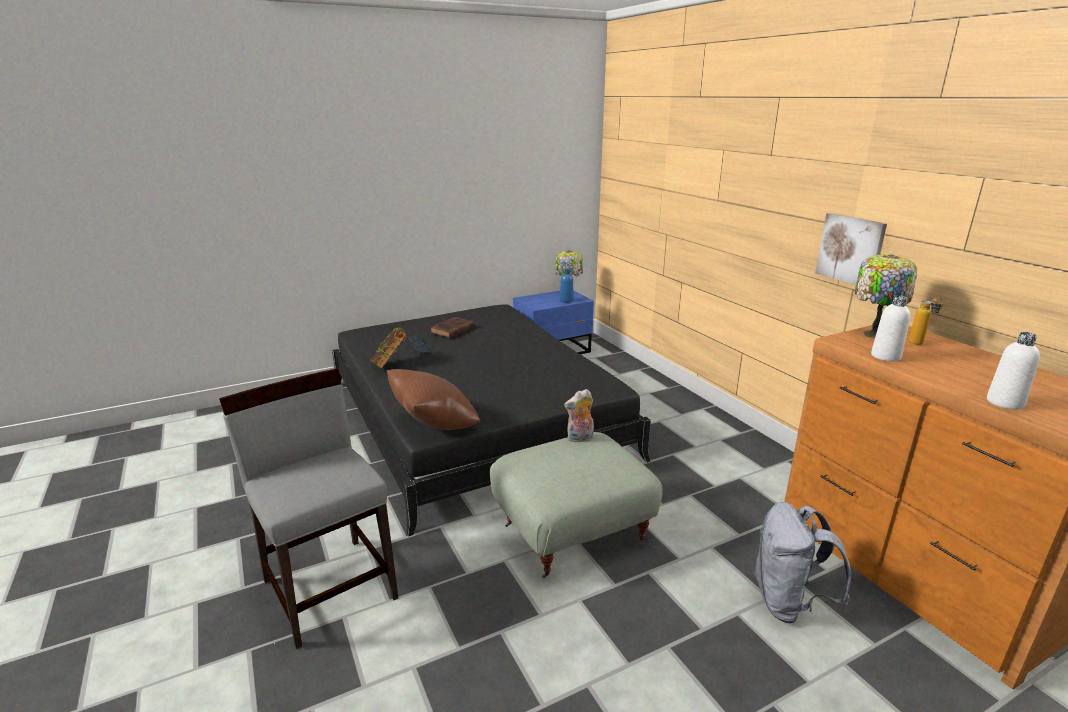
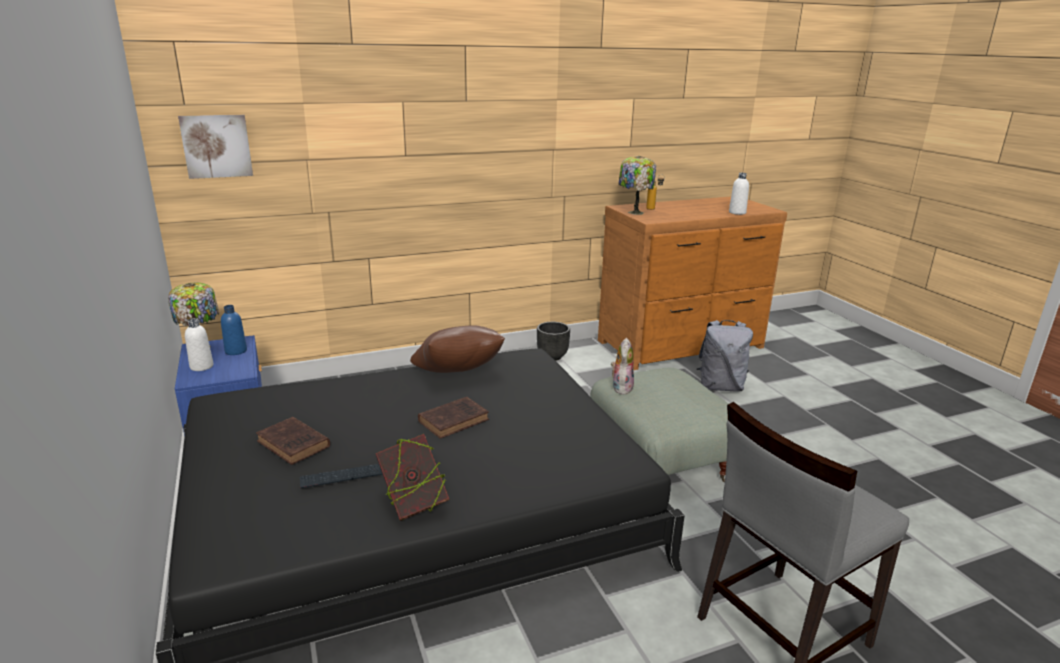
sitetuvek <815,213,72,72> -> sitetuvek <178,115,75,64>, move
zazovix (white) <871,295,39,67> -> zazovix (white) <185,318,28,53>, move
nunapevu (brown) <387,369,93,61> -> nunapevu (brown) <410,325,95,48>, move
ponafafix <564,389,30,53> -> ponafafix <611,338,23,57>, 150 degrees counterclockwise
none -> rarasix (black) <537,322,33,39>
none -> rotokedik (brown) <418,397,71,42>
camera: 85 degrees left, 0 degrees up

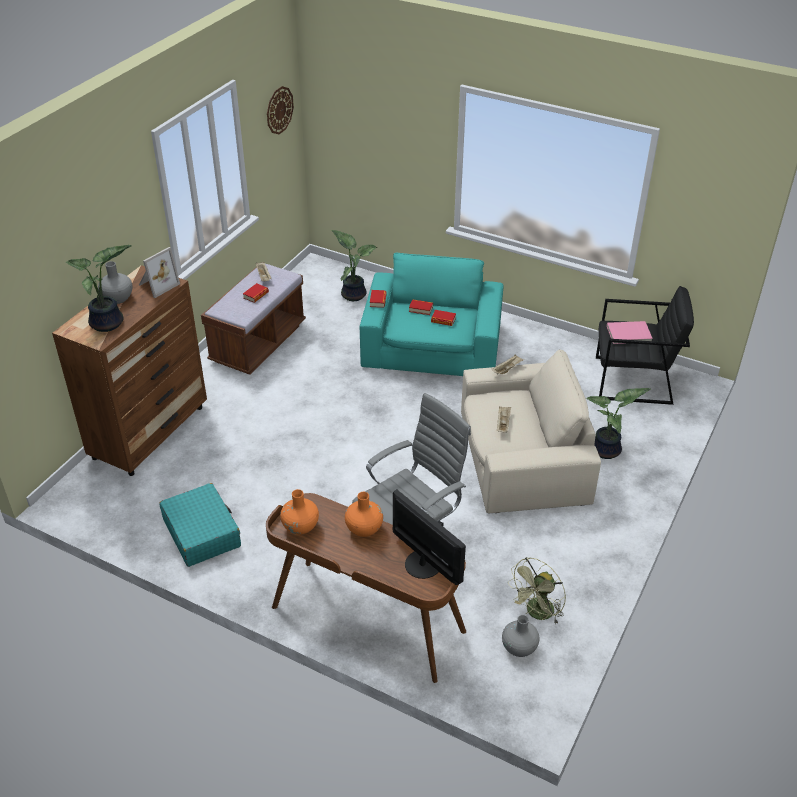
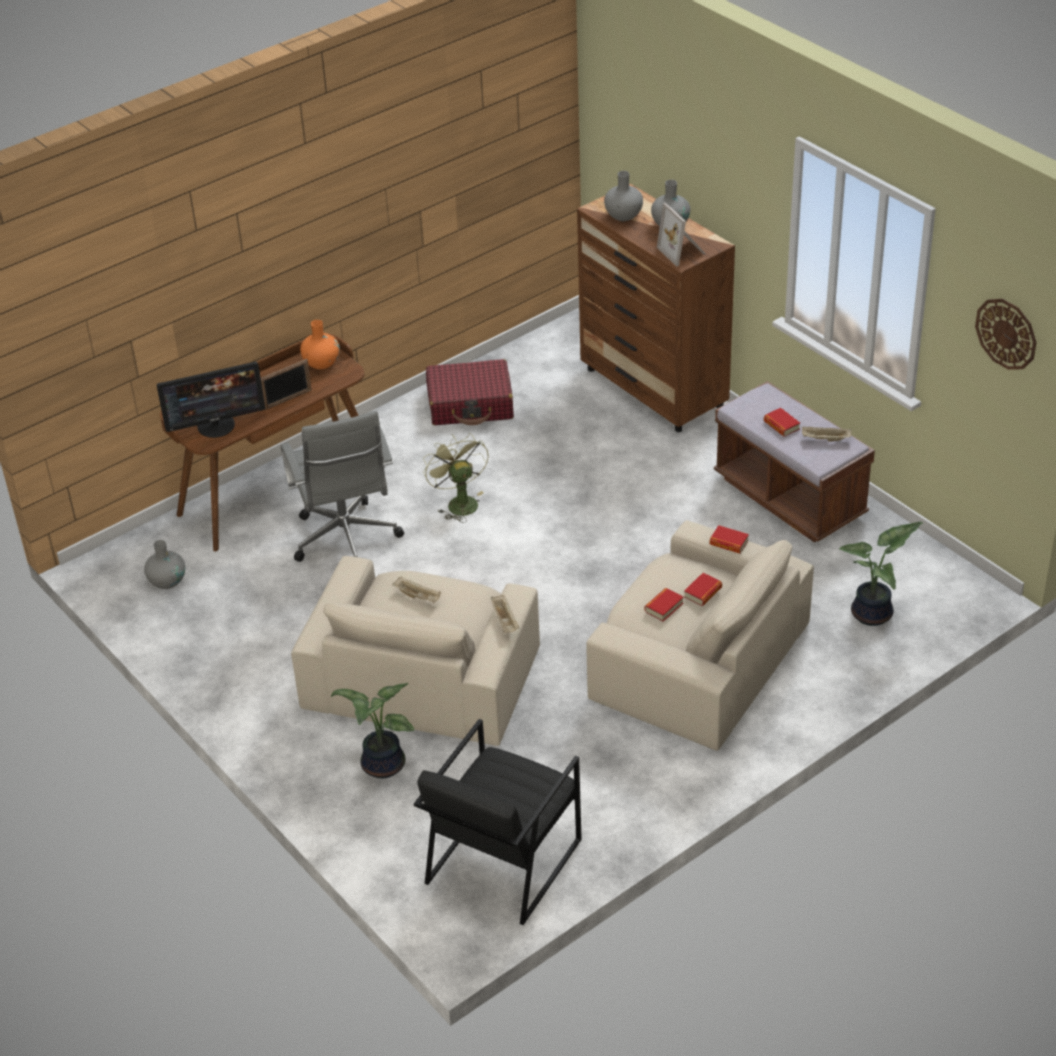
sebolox <66,245,66,87> -> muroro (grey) <604,171,39,50>
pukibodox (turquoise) <360,253,144,123> -> pukibodox (beige) <586,520,228,231>
rotokedik (pink) <607,321,46,23> -> none
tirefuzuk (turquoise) <159,483,82,84> -> tirefuzuk (red) <426,359,88,66>
muroro (orange) <345,492,38,45> -> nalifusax <261,359,51,51>
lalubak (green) <508,557,58,67> -> lalubak (green) <423,433,66,90>, move
camera: 115 degrees right, 0 degrees up

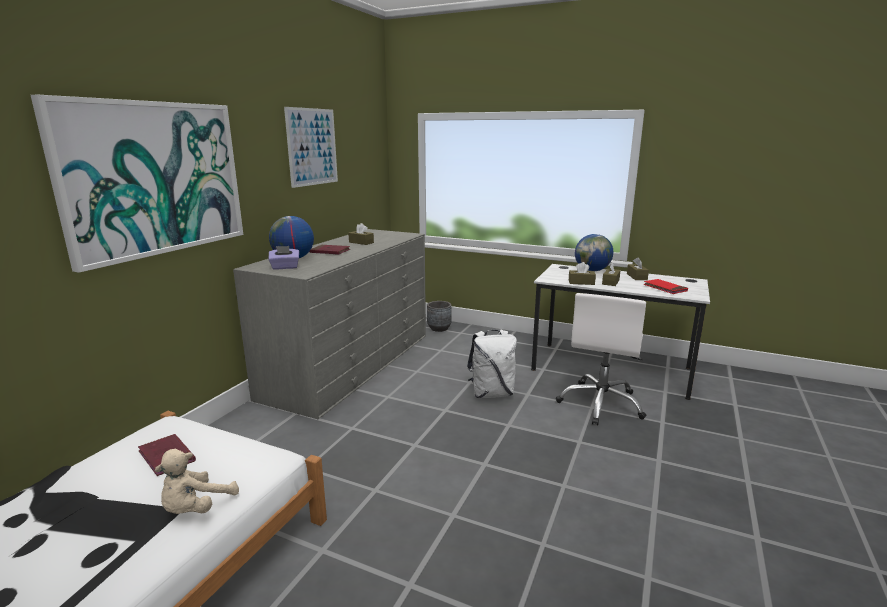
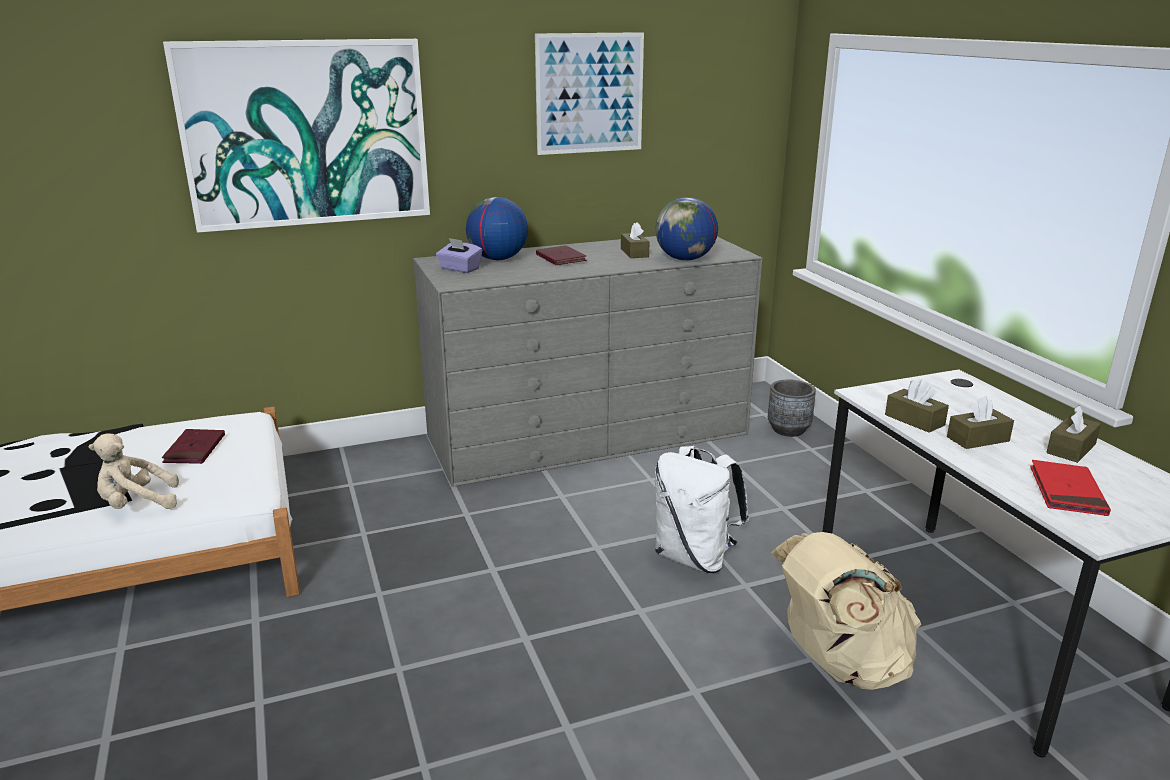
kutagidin <575,234,38,37> -> kutagidin <656,197,62,64>, move
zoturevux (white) <556,293,90,132> -> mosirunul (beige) <771,532,150,158>
camera: 45 degrees right, 5 degrees up

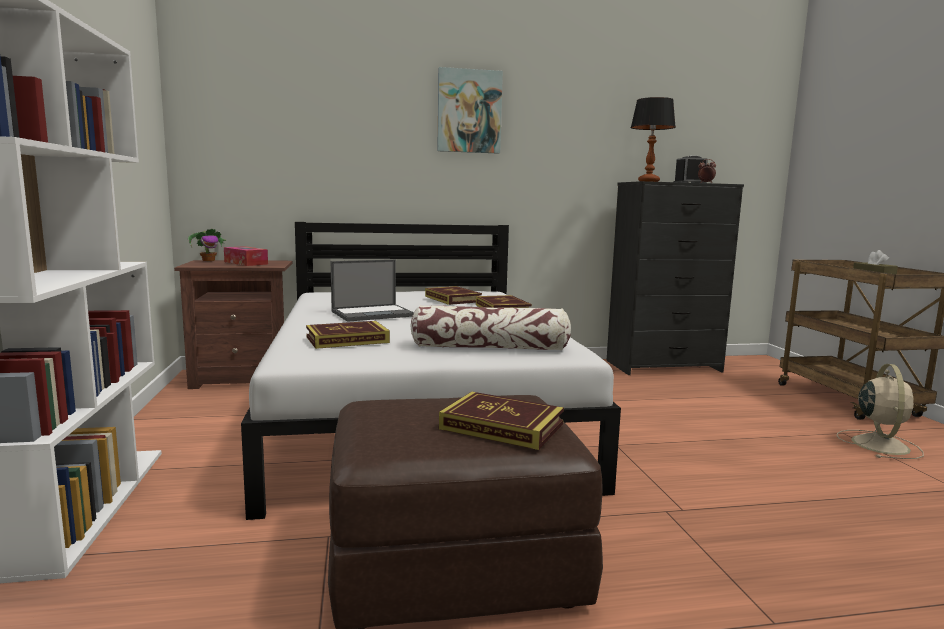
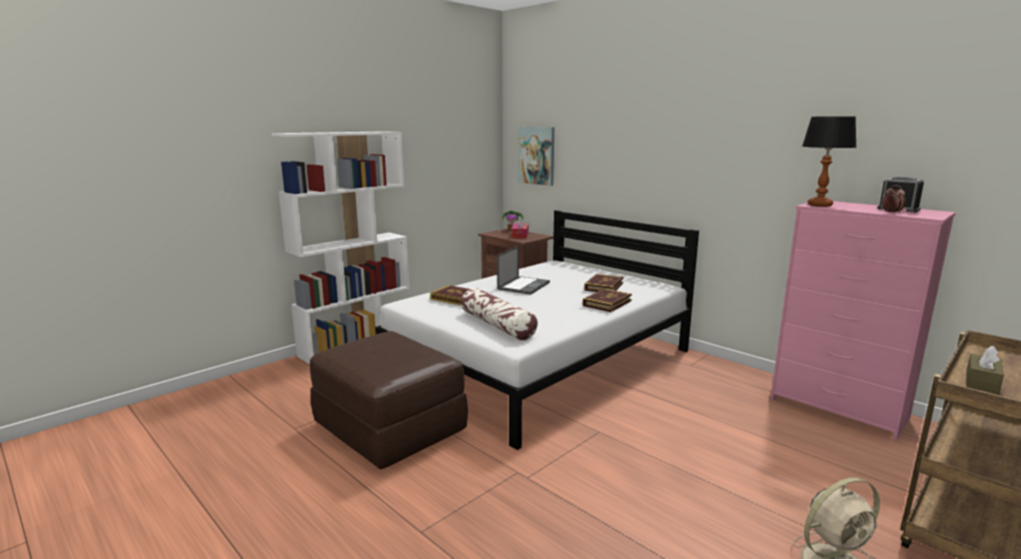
sitetuvek <437,67,66,87> -> sitetuvek <518,127,36,59>, move
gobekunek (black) <606,181,138,194> -> gobekunek (pink) <770,201,186,240>
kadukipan <331,259,83,63> -> kadukipan <497,246,53,49>, 90 degrees counterclockwise
rotokedik <439,392,125,58> -> none
camera: 55 degrees right, 5 degrees up

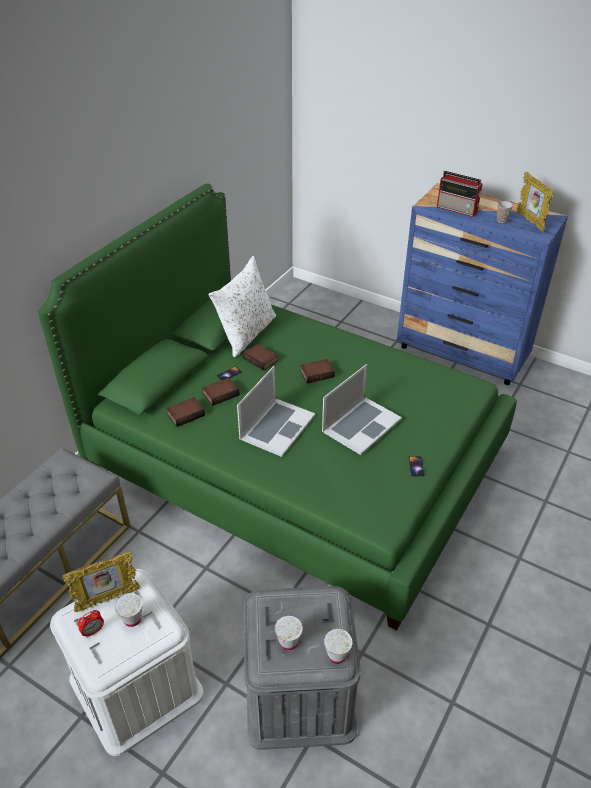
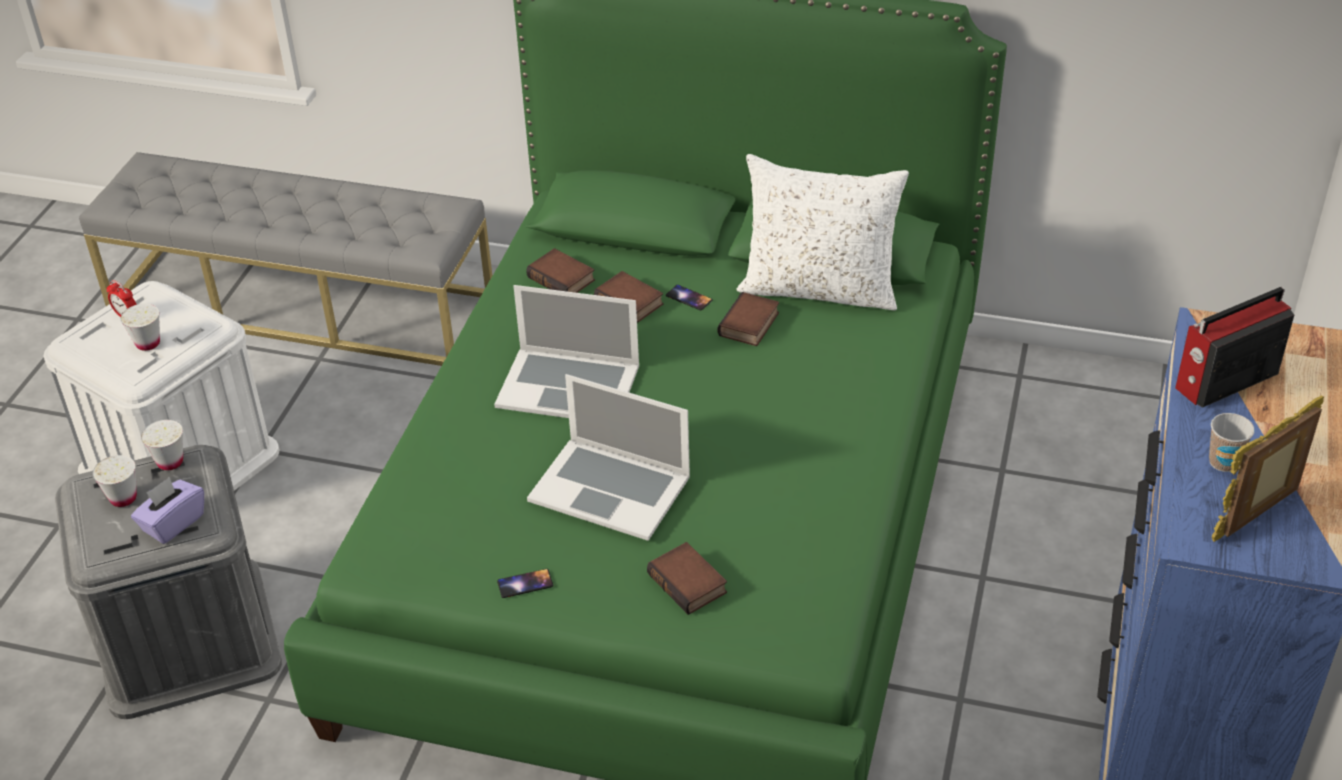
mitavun <437,171,46,46> -> mitavun <1175,287,119,120>, 45 degrees clockwise
rotokedik <300,359,35,25> -> rotokedik <647,542,80,73>, move
nalifusax <62,552,78,60> -> none
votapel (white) <324,629,28,35> -> votapel (white) <141,420,42,50>, move
none -> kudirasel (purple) <131,477,73,67>
camera: 75 degrees right, 0 degrees up

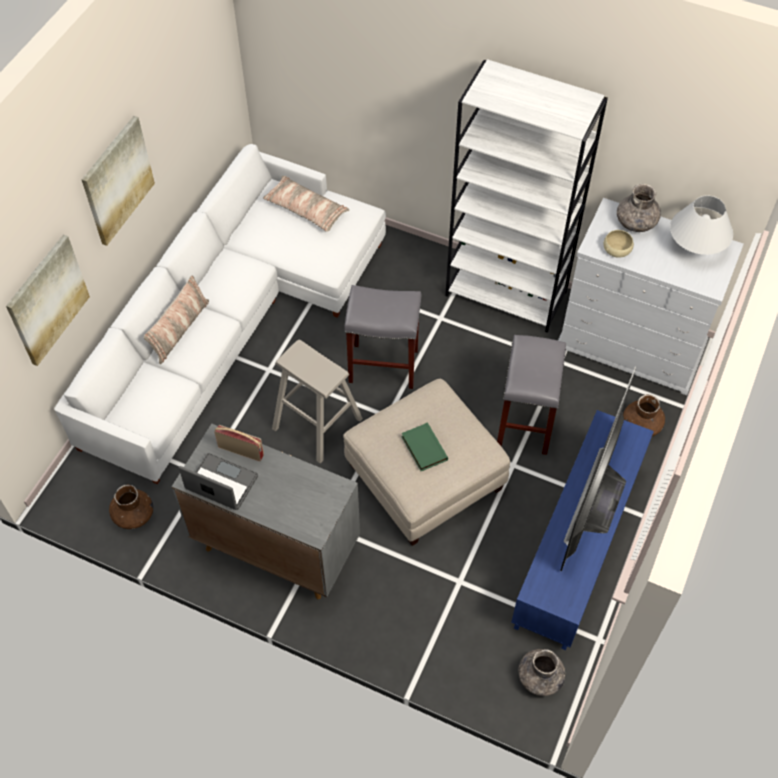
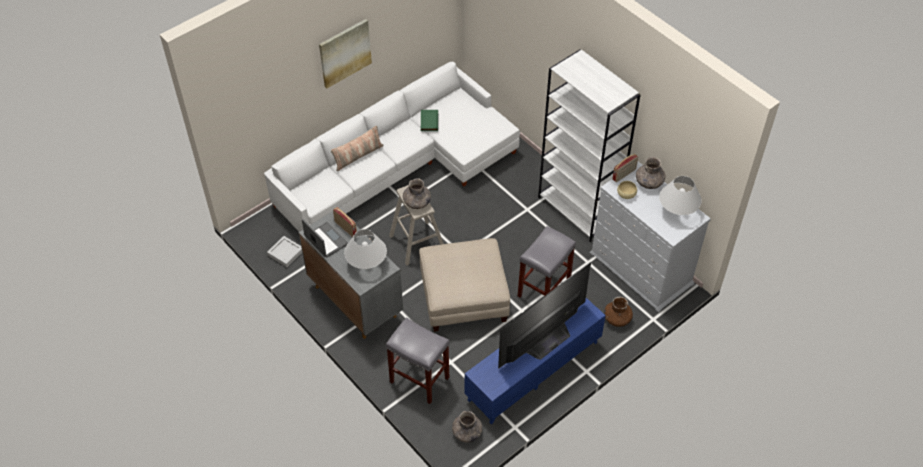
nunapevu <263,176,86,56> -> none
sitetuvek <6,235,84,131> -> none
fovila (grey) <344,285,77,104> -> fovila (grey) <386,317,64,87>, move
rotokedik (green) <401,422,47,49> -> rotokedik (green) <421,110,17,21>, move
muroro (brown) <109,485,45,44> -> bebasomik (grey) <267,236,35,31>
none -> mitavun <612,154,26,28>
none -> muroro (grey) <403,178,28,31>
none -> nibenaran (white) <344,229,43,40>
camera: 25 degrees right, 5 degrees down

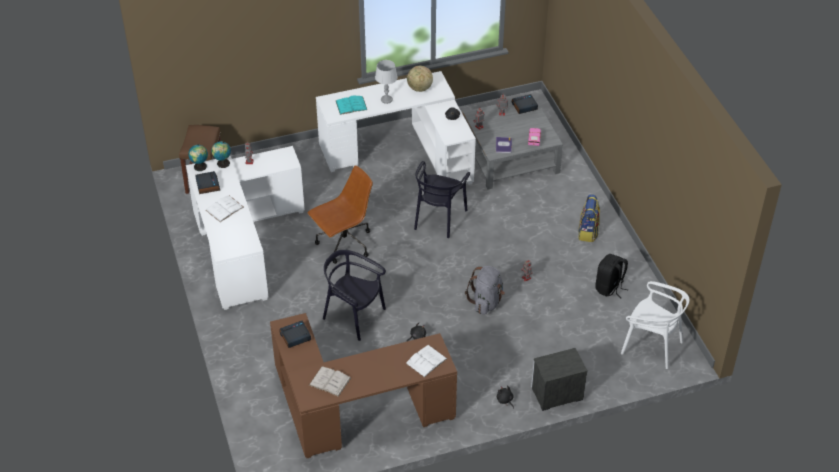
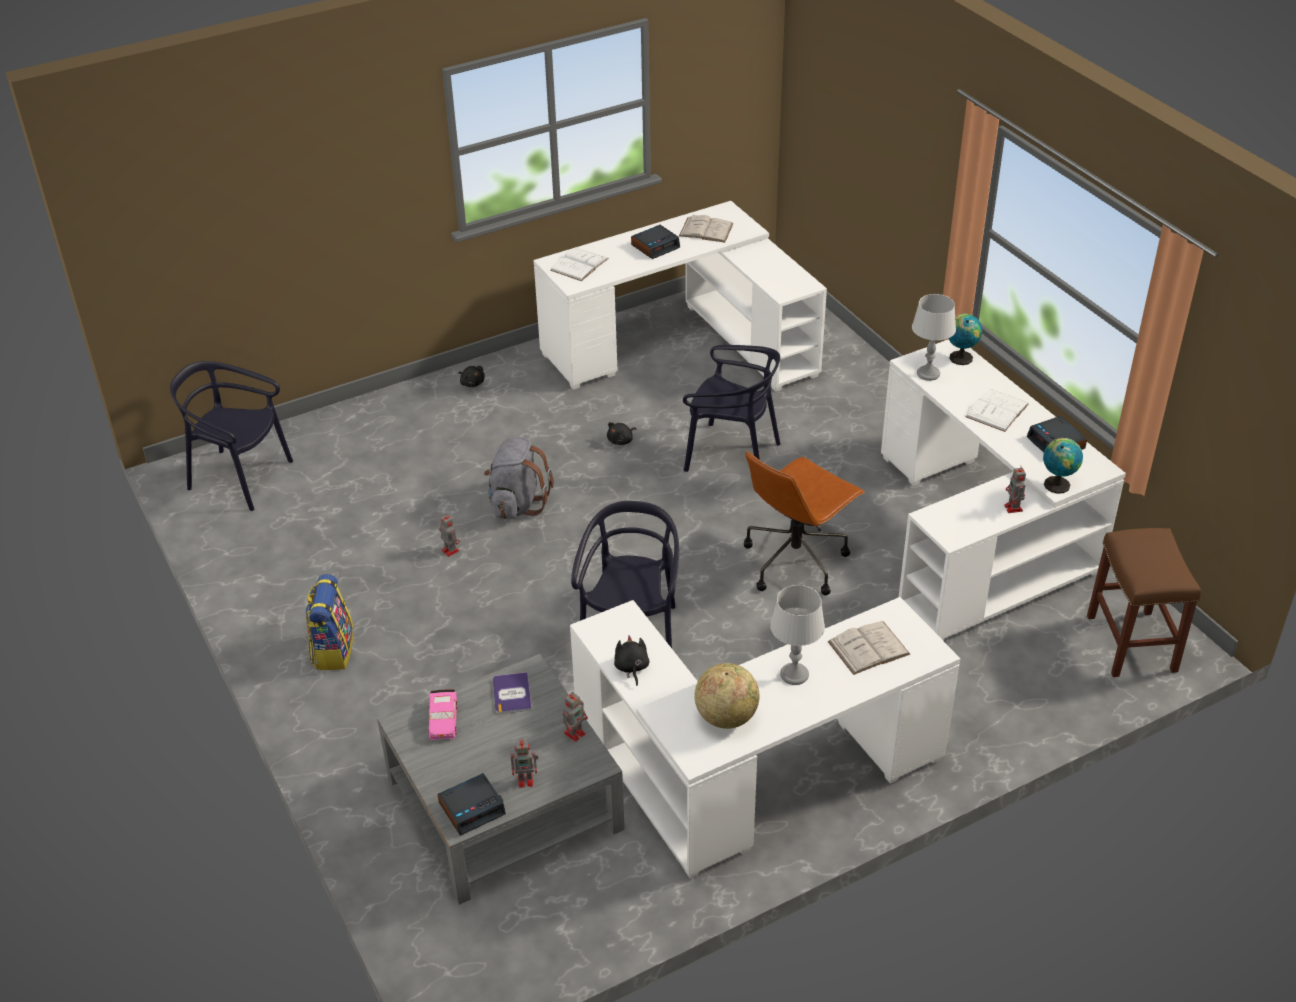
rotokedik (turquoise) <336,96,31,19> -> rotokedik (white) <828,621,82,54>
kutagidin <188,144,20,27> -> kutagidin <948,313,34,52>, move
mosirunul (black) <595,254,33,44> -> none
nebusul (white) <621,281,69,88> -> nebusul (black) <170,361,123,150>
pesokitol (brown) <270,313,187,145> -> pesokitol (white) <533,201,294,191>
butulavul <280,321,31,27> -> butulavul <631,225,49,34>, move
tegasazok <531,348,57,63> -> none
none -> nibenaran (grey) <912,294,44,87>
camera: 170 degrees right, 5 degrees down

